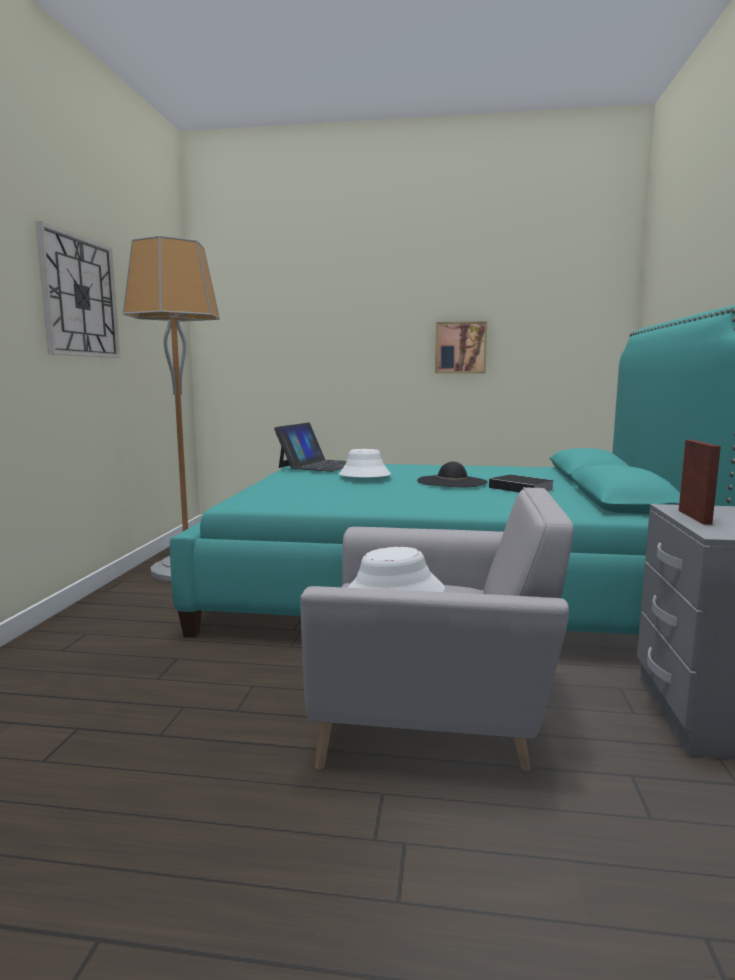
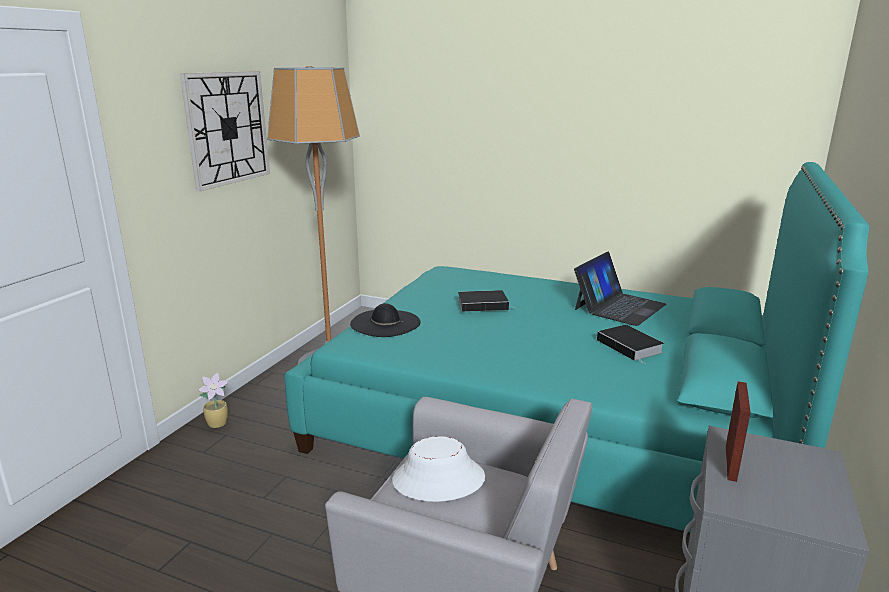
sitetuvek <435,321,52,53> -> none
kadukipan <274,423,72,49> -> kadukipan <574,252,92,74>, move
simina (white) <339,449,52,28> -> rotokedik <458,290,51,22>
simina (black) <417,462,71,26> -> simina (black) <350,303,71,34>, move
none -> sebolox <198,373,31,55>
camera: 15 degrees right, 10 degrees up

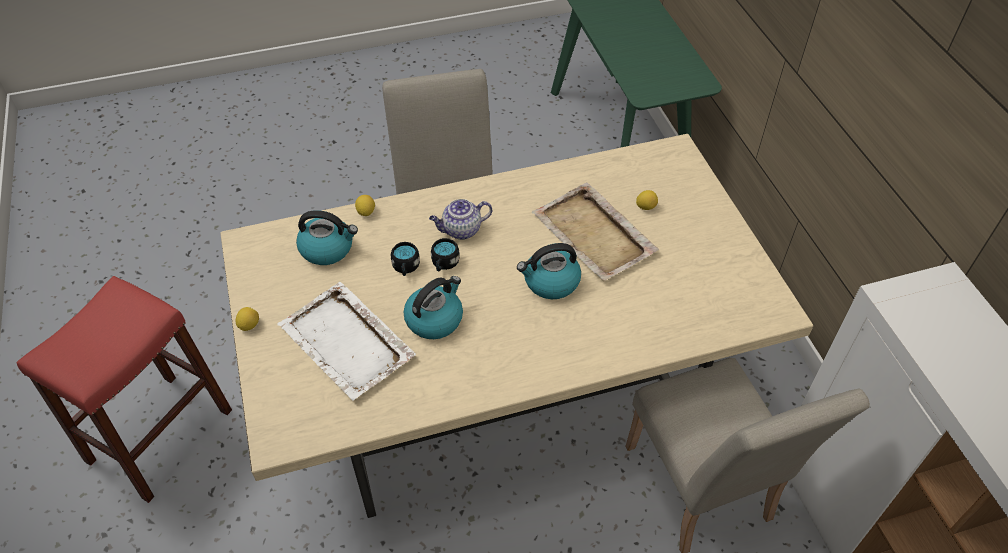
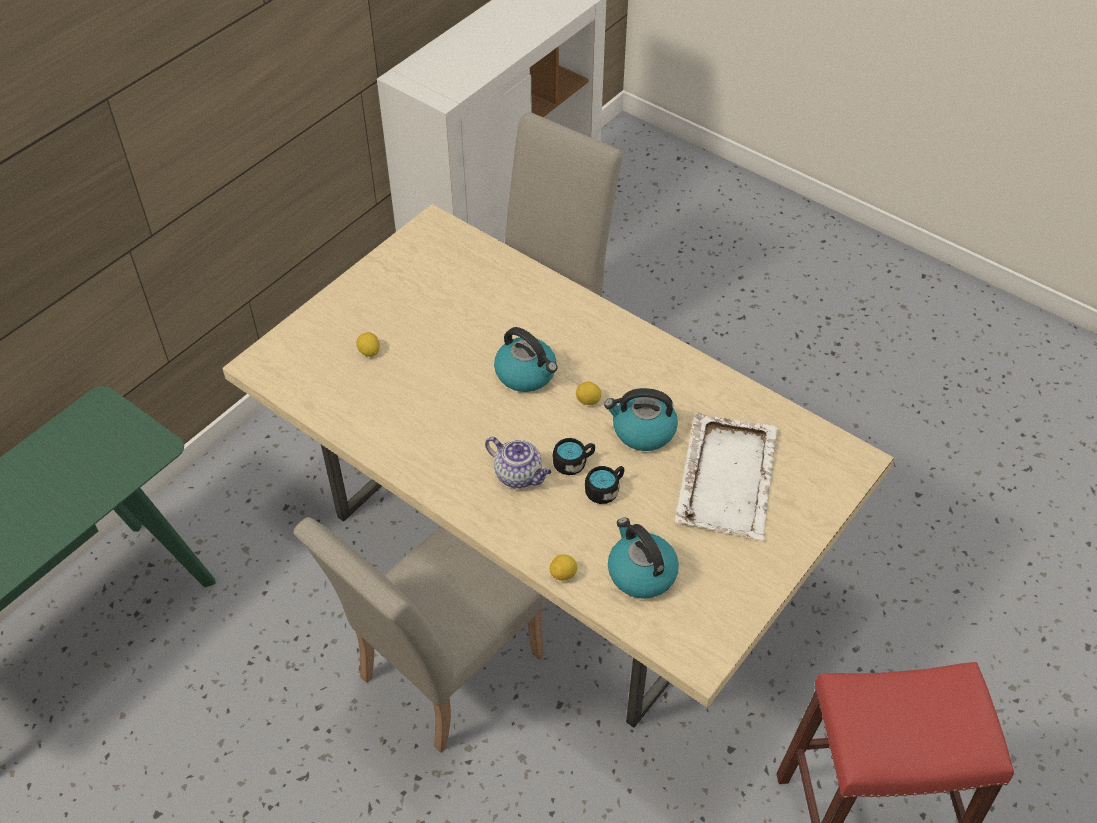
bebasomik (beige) <532,182,127,99> -> none
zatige <235,307,24,24> -> zatige <576,382,25,23>, move
camera: 125 degrees left, 0 degrees up

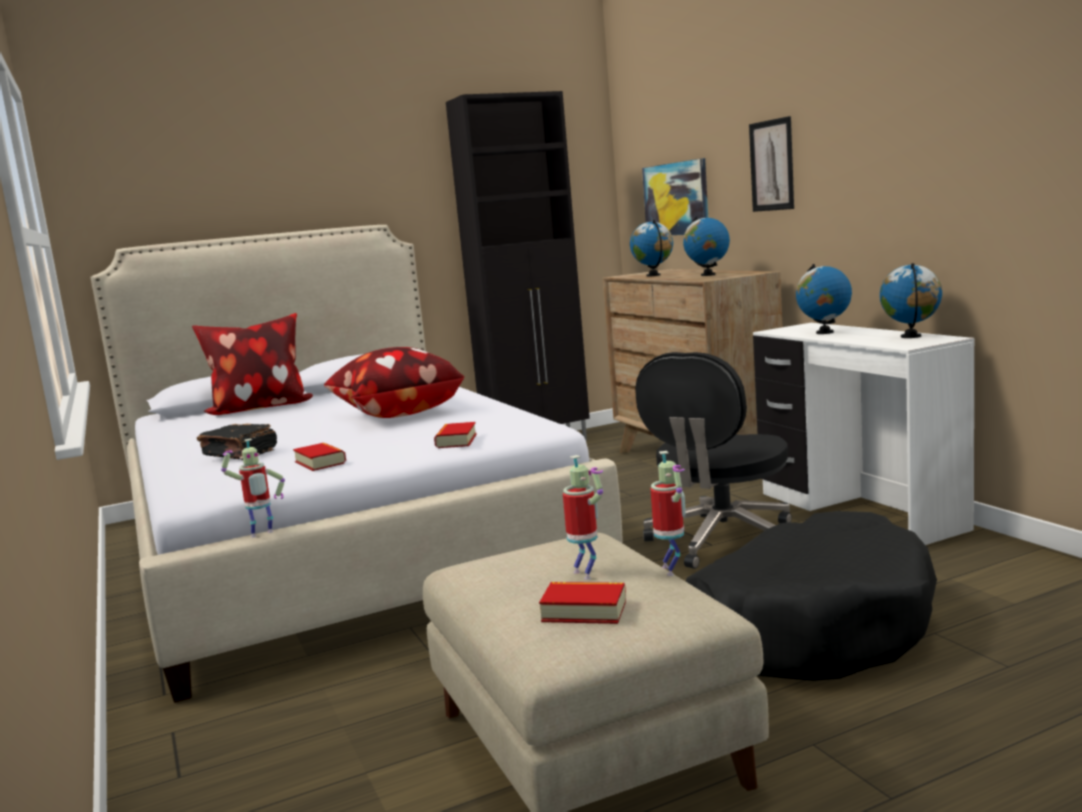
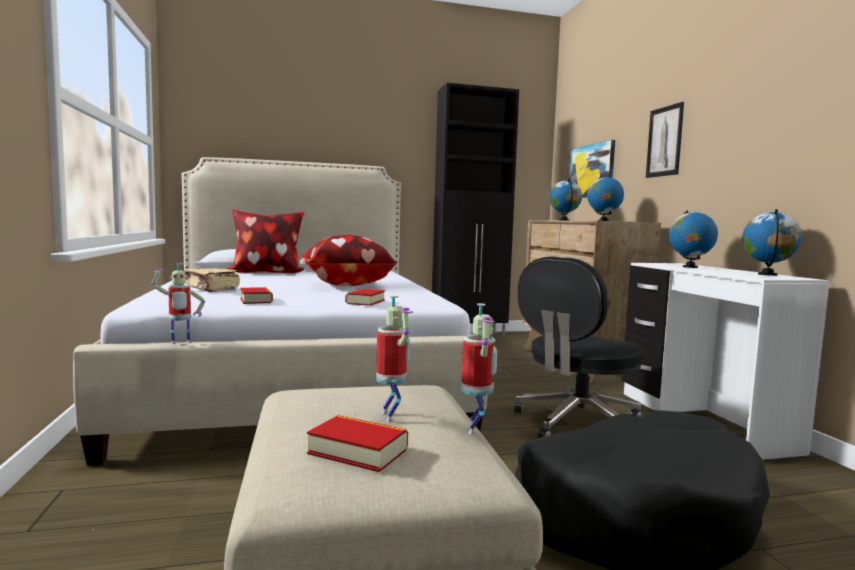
rotokedik (black) <197,424,80,36> -> rotokedik (beige) <184,268,56,24>
camera: 10 degrees right, 5 degrees down

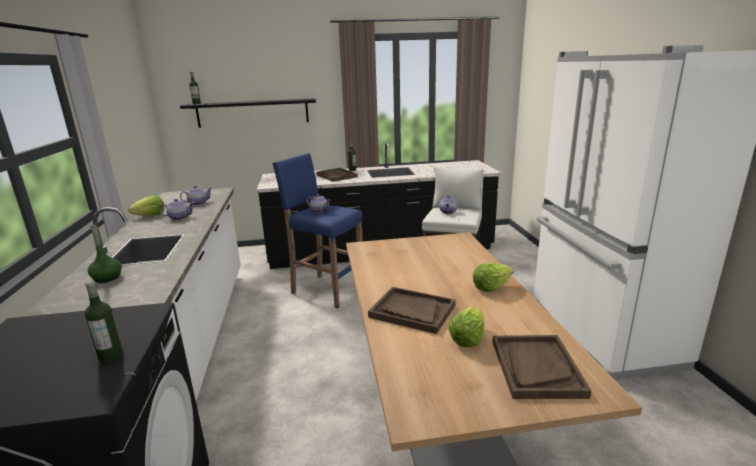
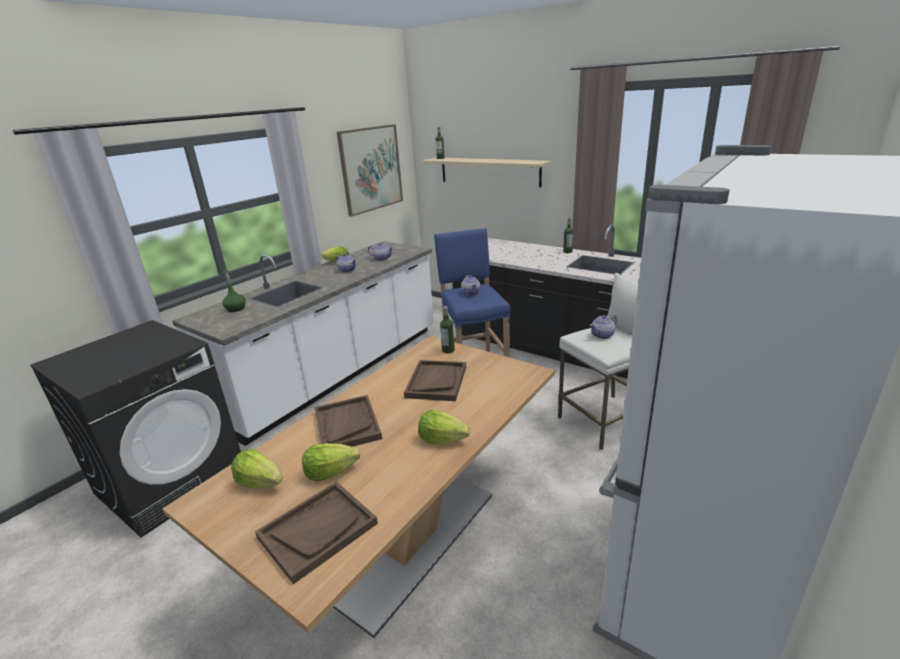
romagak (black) <180,98,136,30> -> romagak (beige) <422,157,129,31>
bebasomik (brown) <316,168,42,14> -> bebasomik (brown) <404,360,62,41>, move
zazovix <85,280,38,83> -> zazovix <440,306,15,48>, move
none -> sitetuvek <337,124,66,93>
none -> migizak <231,449,52,40>
camera: 45 degrees right, 5 degrees up

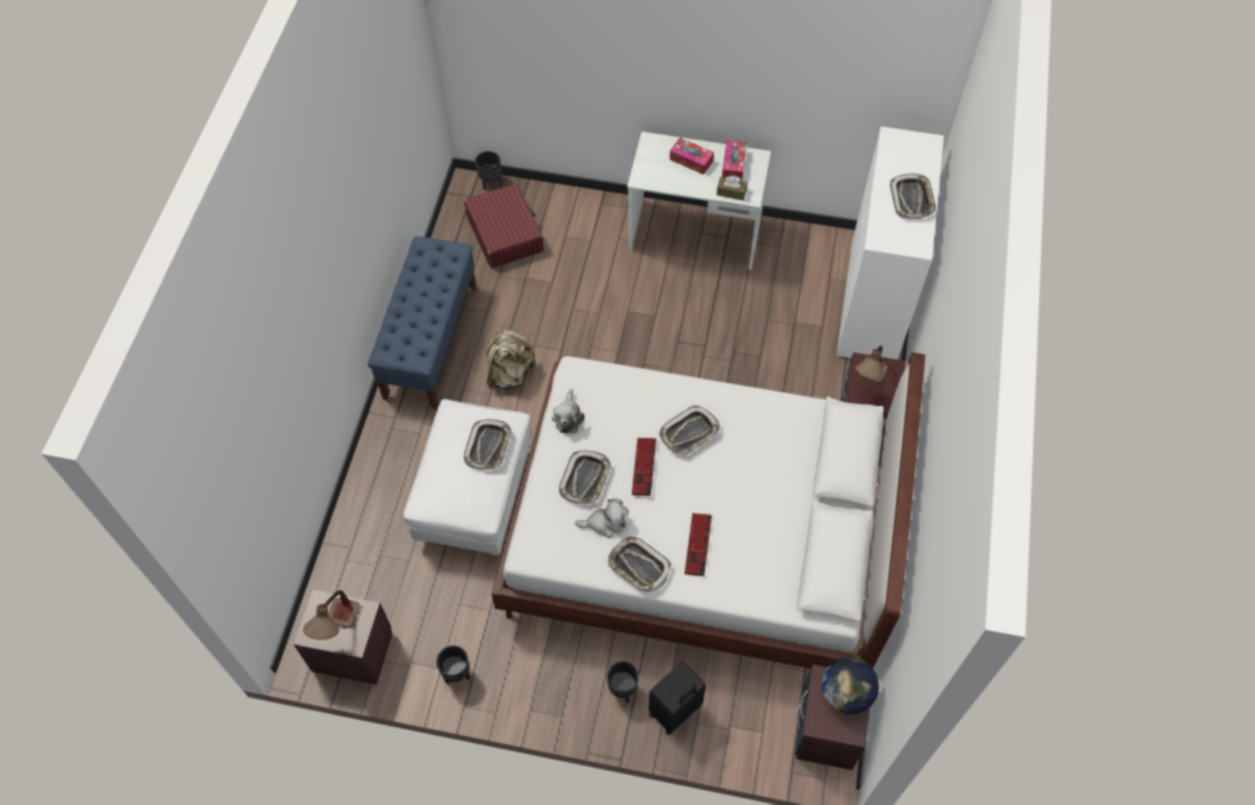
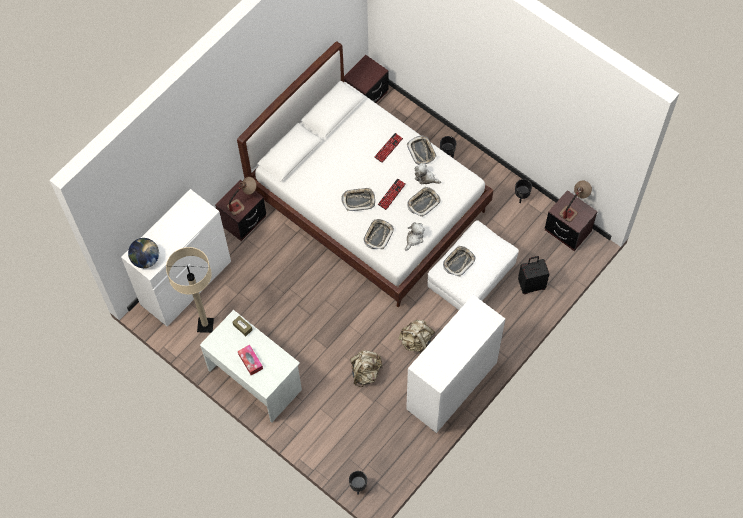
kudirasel <722,140,25,41> -> none
bebasomik <890,173,47,46> -> bebasomik <364,219,30,31>, move
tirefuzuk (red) <464,183,80,85> -> none
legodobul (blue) <368,236,108,173> -> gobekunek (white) <406,295,99,138>
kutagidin <822,657,57,57> -> kutagidin <128,238,31,30>, move
tirefuzuk (black) <649,661,57,74> -> tirefuzuk (black) <518,256,31,38>, move
none -> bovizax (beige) <166,247,48,86>
none -> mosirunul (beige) <351,350,31,37>
camera: 150 degrees left, 5 degrees up

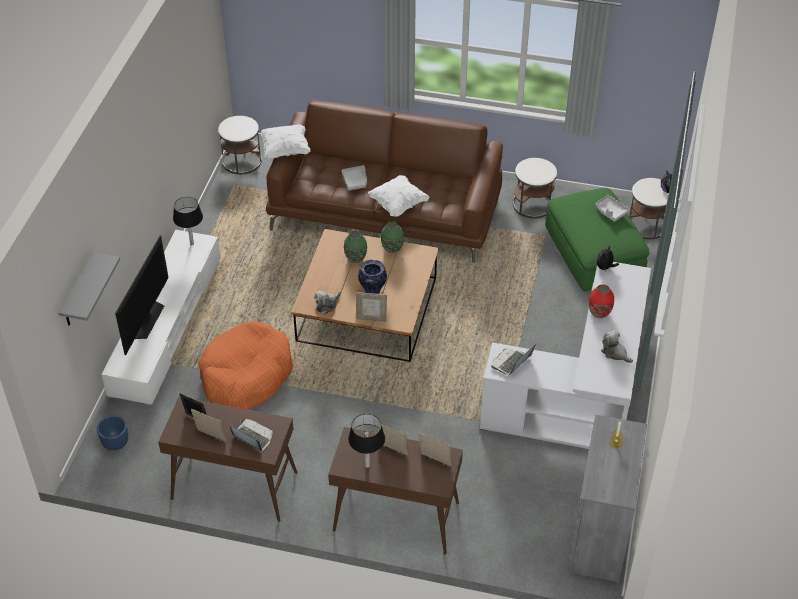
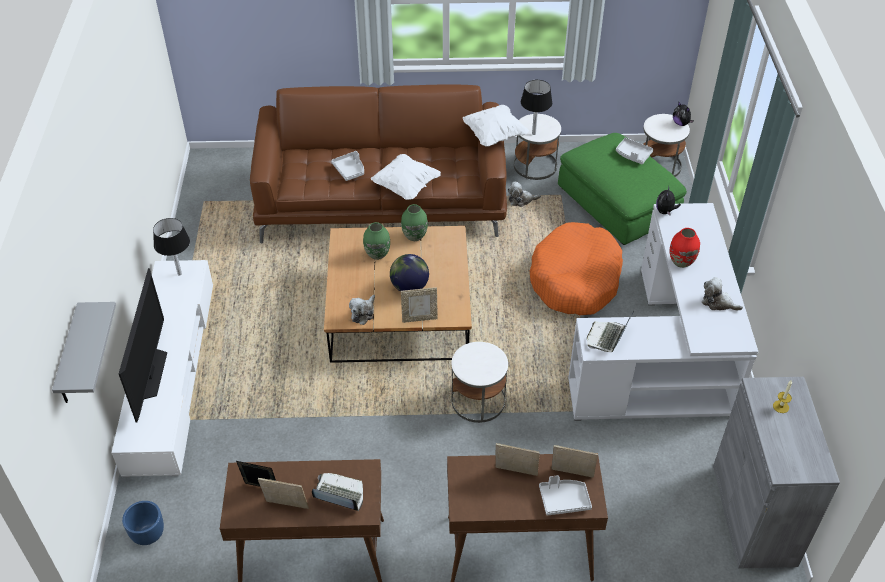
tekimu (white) <218,116,44,58> -> tekimu (white) <451,342,57,81>, move
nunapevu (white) <261,124,50,35> -> nunapevu (white) <463,105,66,41>, move
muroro <358,260,29,34> -> kutagidin <390,254,39,37>
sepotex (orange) <198,321,95,88> -> sepotex (orange) <530,222,93,93>, move
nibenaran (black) <348,414,37,54> -> nibenaran (black) <521,80,31,55>, move
none -> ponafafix <508,182,33,25>
none -> bebasomik (grey) <539,475,53,40>
camera: 15 degrees left, 0 degrees up

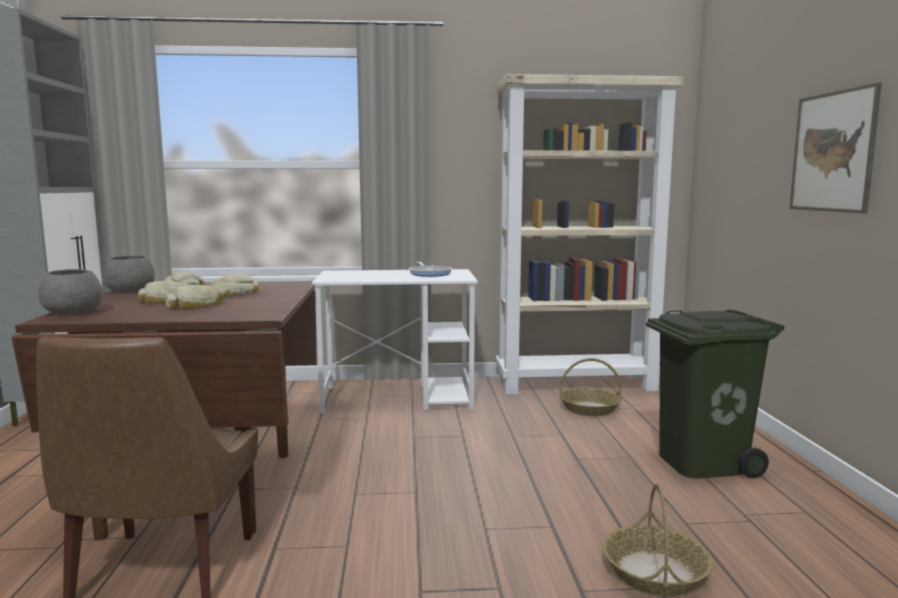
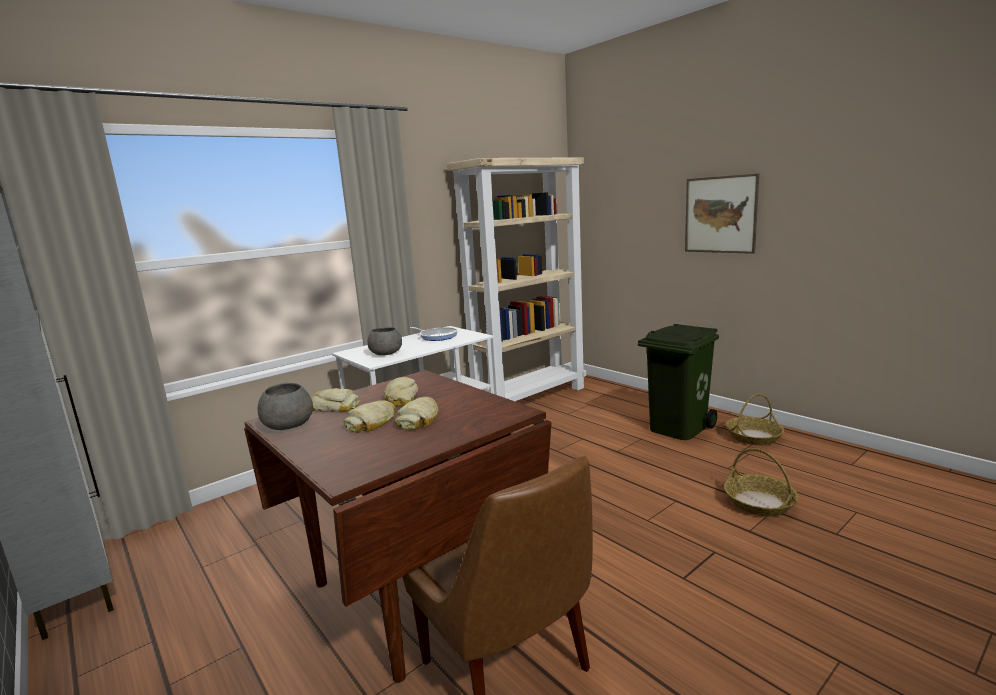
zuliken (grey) <38,269,65,46> -> zuliken (grey) <368,327,34,29>, move
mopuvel <560,358,62,58> -> mopuvel <726,393,58,52>, move
camera: 35 degrees left, 5 degrees up

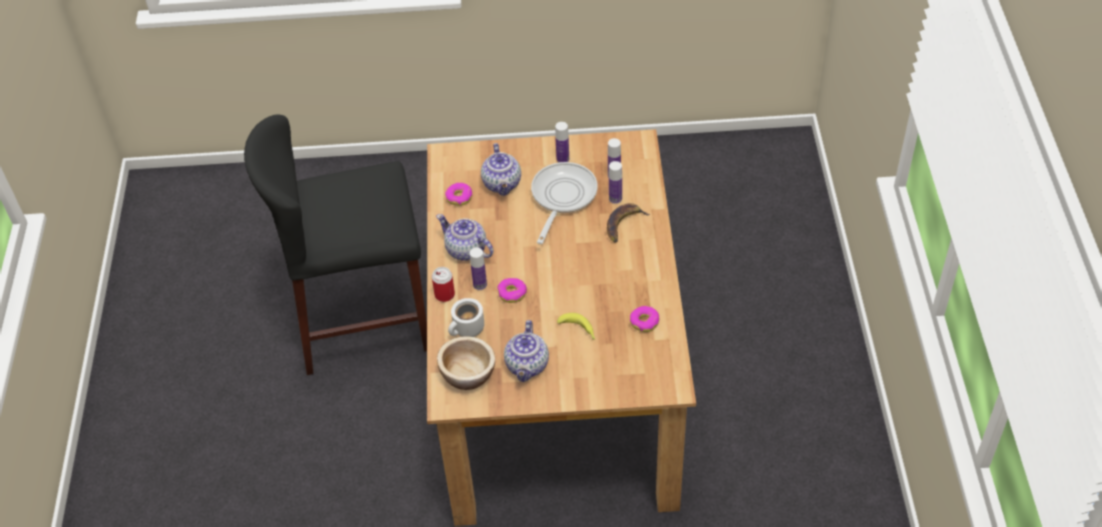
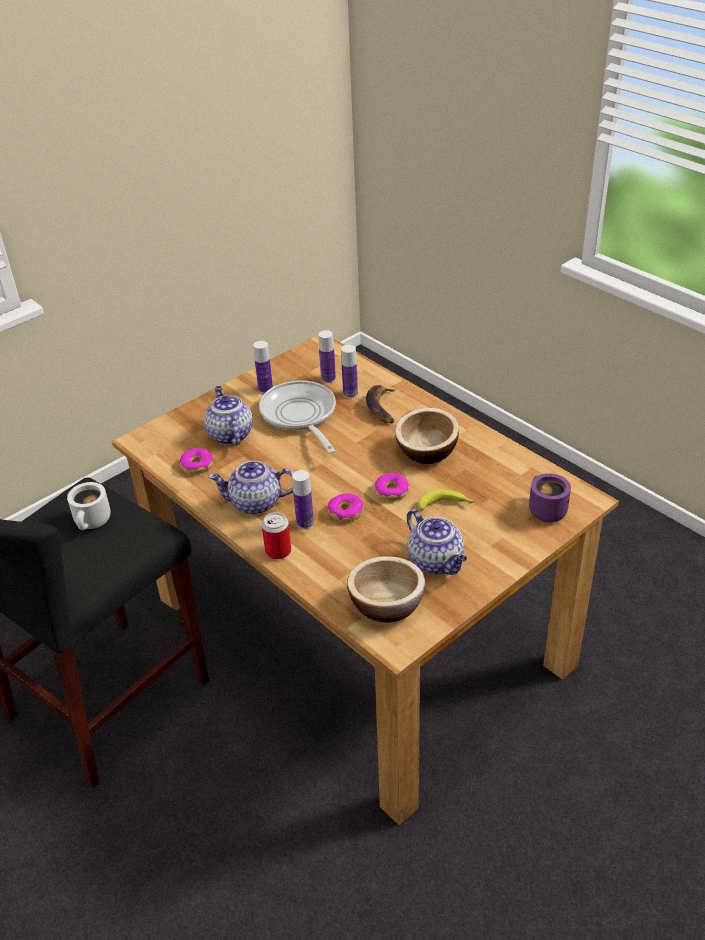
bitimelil <481,143,40,53> -> bitimelil <204,386,49,60>, 150 degrees counterclockwise
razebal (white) <448,298,36,39> -> razebal (white) <67,482,44,48>, move
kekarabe <630,306,29,26> -> kekarabe <375,473,34,28>, move
none -> zuliken <395,408,64,56>
none -> razebal (purple) <529,473,42,49>
camera: 40 degrees left, 10 degrees down

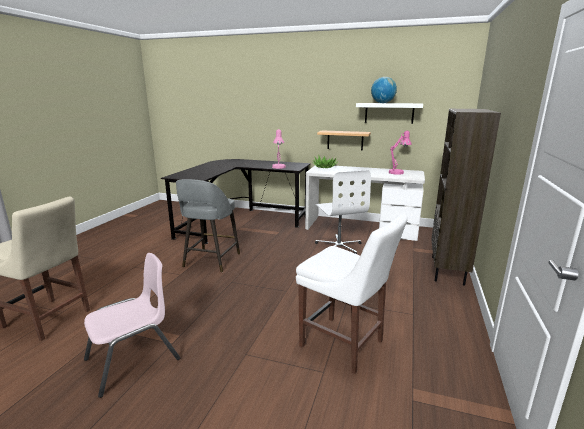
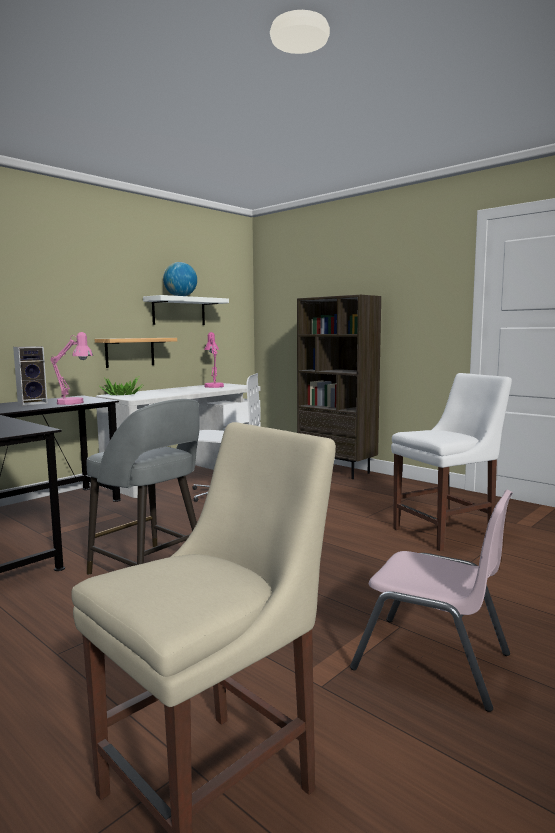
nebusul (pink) <84,253,96,145> -> nebusul (pink) <350,489,163,223>, 135 degrees clockwise
none -> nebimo <13,346,34,59>
camera: 65 degrees left, 10 degrees down

